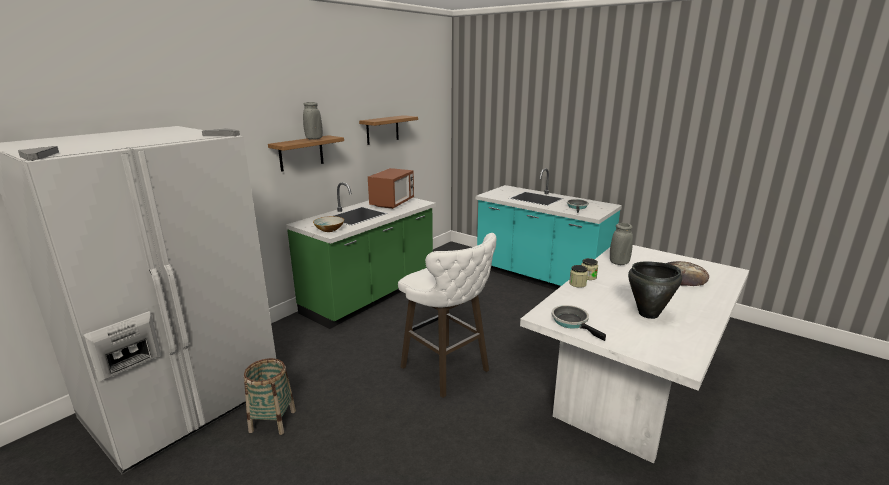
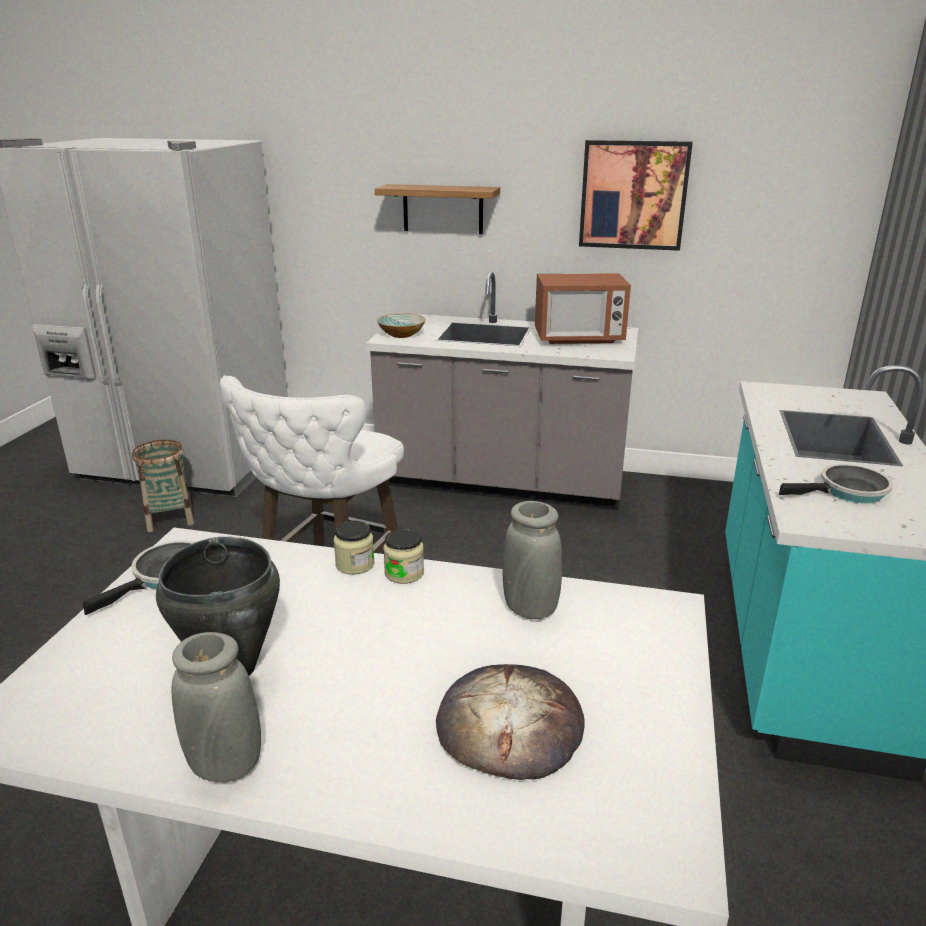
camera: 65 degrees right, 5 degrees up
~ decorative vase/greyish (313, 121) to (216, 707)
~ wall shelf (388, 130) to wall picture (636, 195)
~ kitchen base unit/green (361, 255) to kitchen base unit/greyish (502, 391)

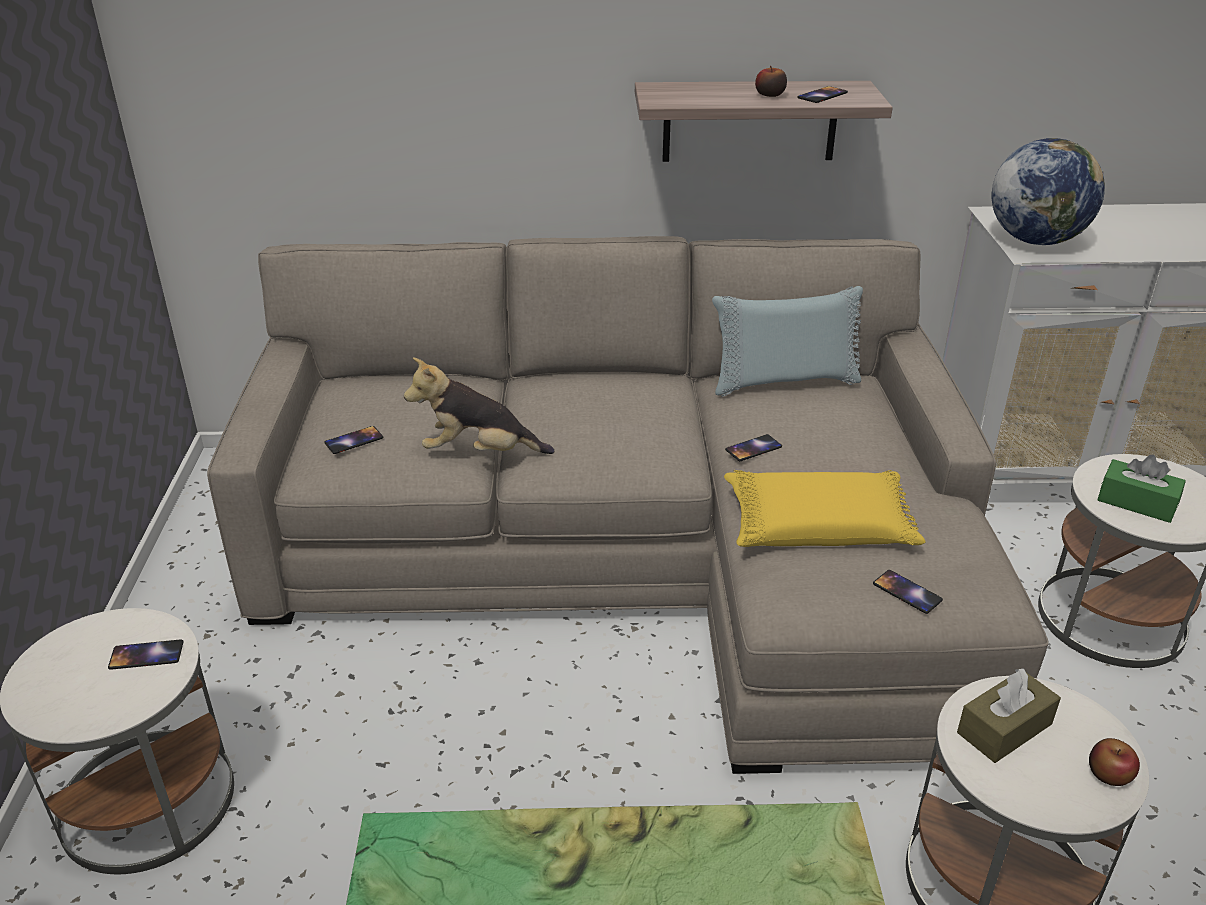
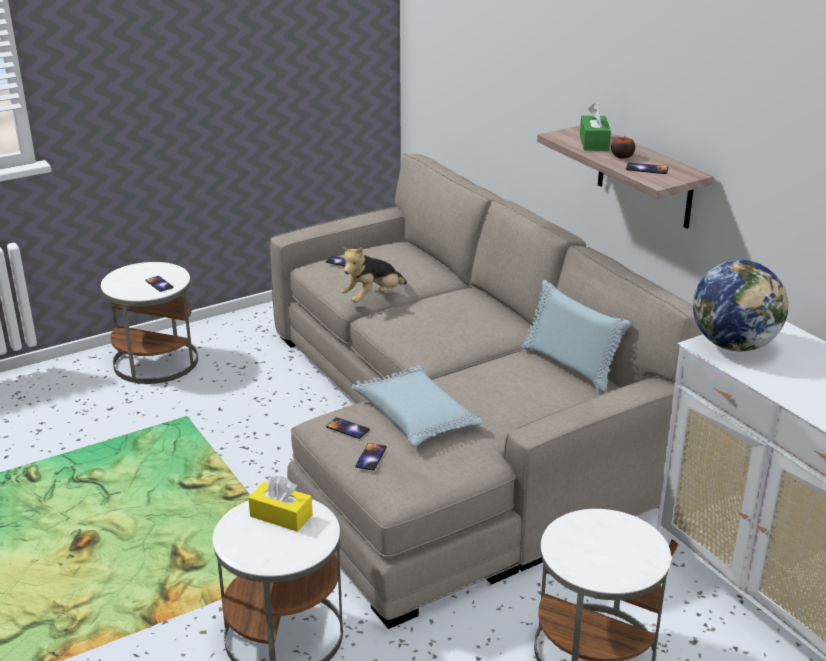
camera: 60 degrees right, 5 degrees down
- apple (1114, 762)
~ phone (753, 447) to (348, 428)
~ tissue box/green (1141, 489) to (595, 127)
~ cushion/yellowish (825, 508) to cushion/bluish (418, 406)
~ tissue box/brown (1009, 716) to tissue box/yellowish (280, 503)
~ soft toy (479, 405) = (374, 275) 105 degrees counterclockwise

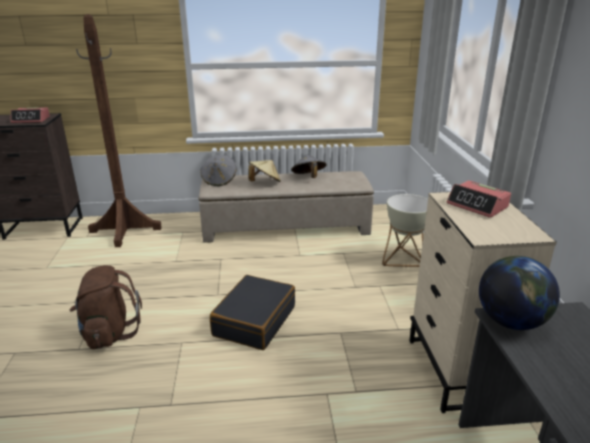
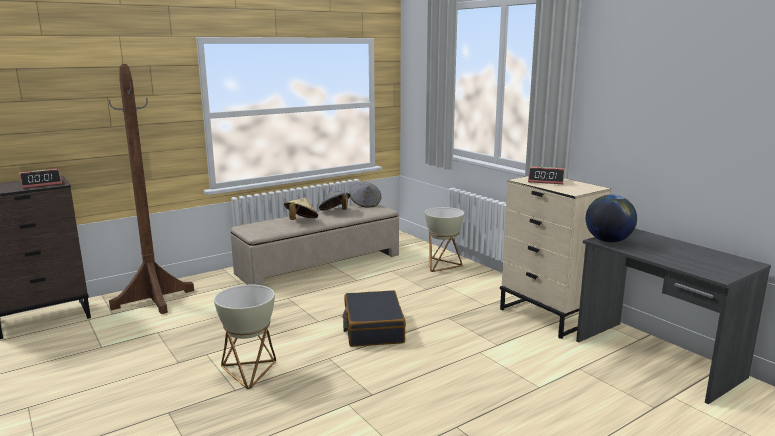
camera: 30 degrees left, 10 degrees down
~ hat/greyish (218, 170) to (365, 195)
~ rucksack/brown (106, 307) to plant pot (245, 337)

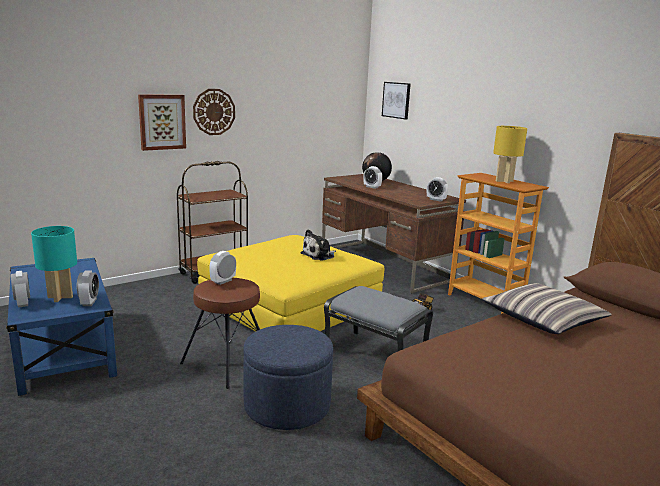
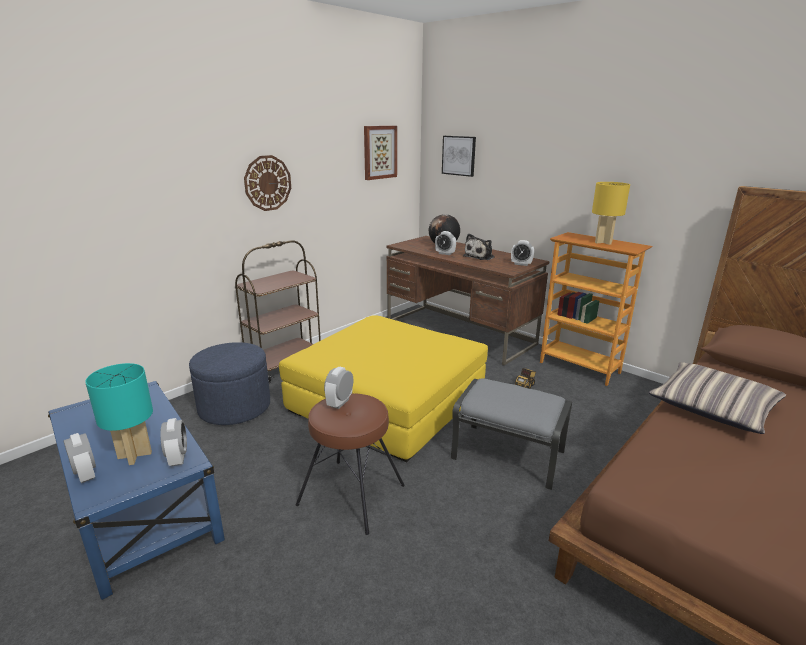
camera: 10 degrees left, 5 degrees up
~ wall picture (162, 122) to (380, 153)
~ pouffe/bluish (288, 377) to (229, 383)
~ soft toy (318, 245) to (479, 247)

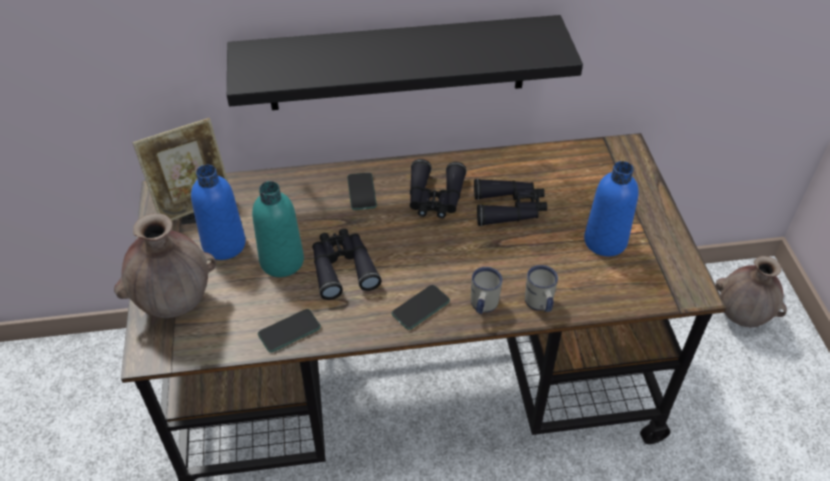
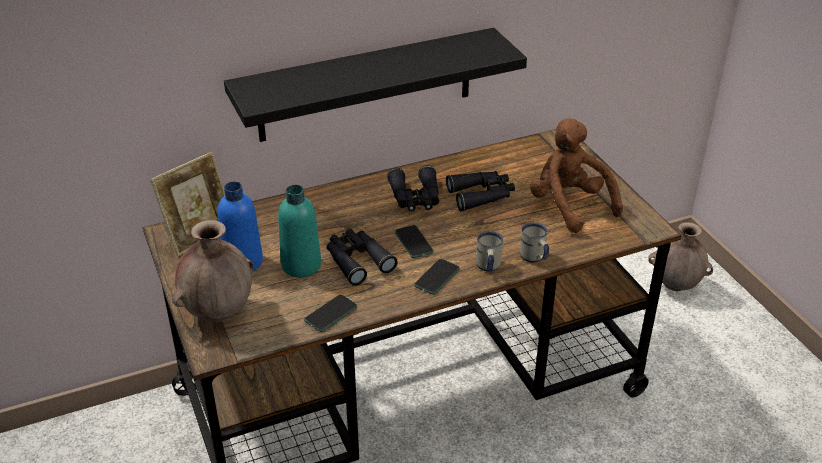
camera: 15 degrees left, 10 degrees down
~ phone (362, 191) to (414, 241)
~ bottle/bluish (611, 208) to soft toy/brown (576, 175)

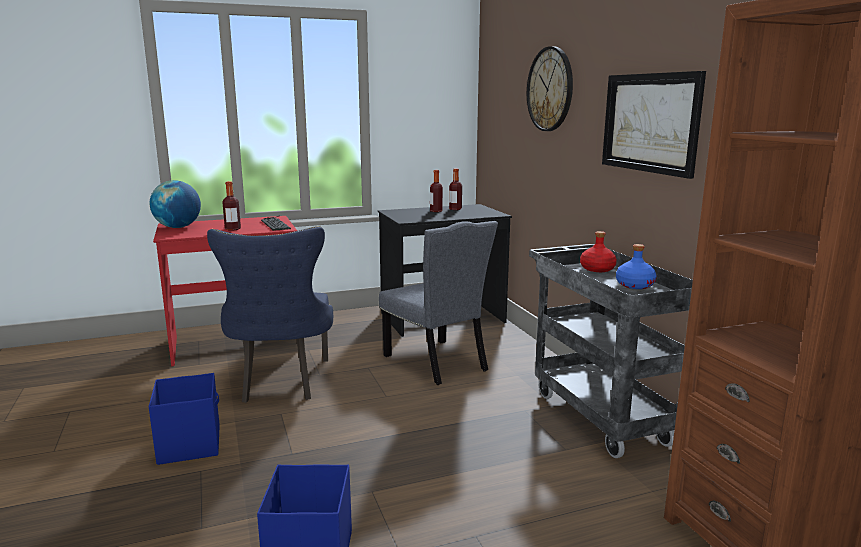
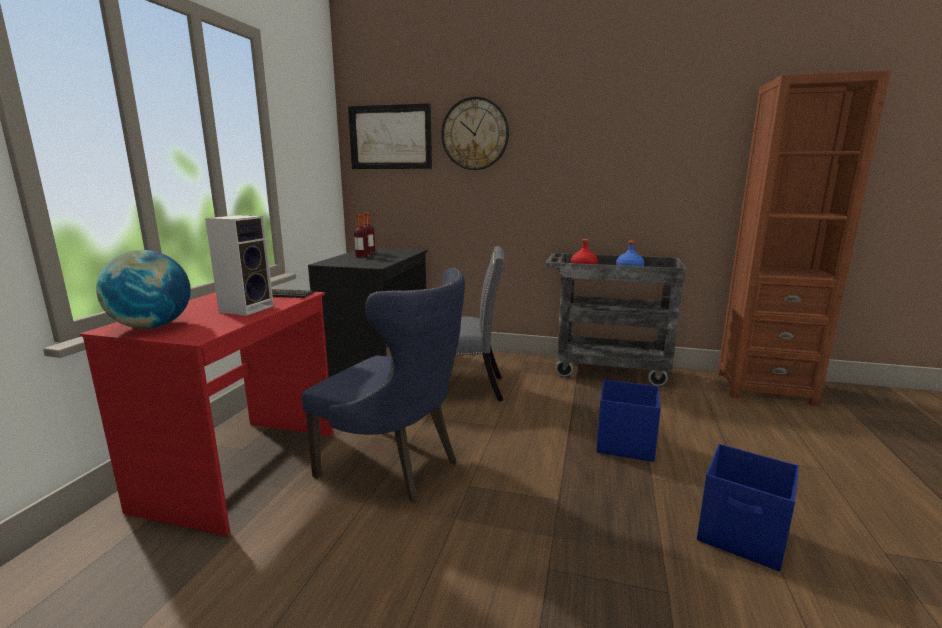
camera: 55 degrees left, 0 degrees up
~ storage bin/bluish (184, 419) to (628, 421)
~ wall picture (654, 125) to (390, 136)
~ bottle (231, 206) to speaker (239, 265)

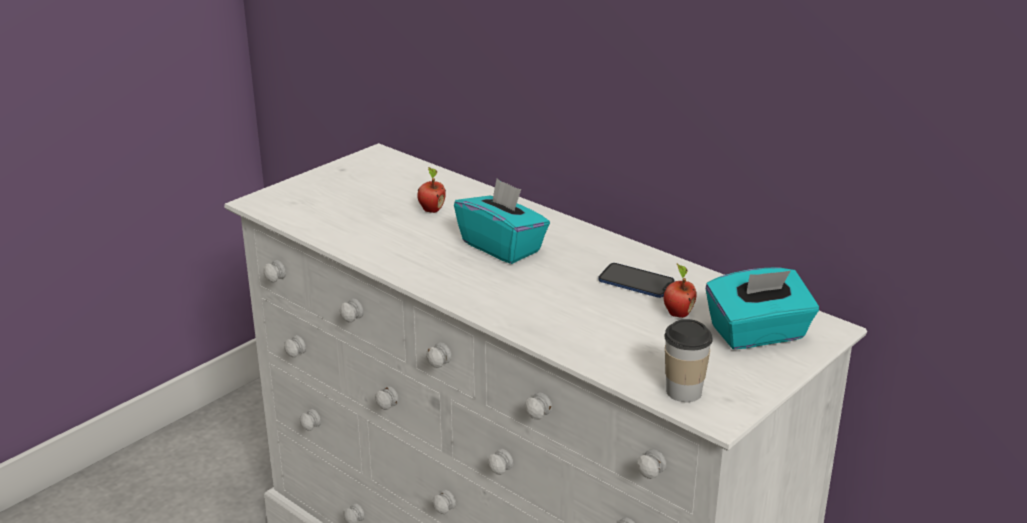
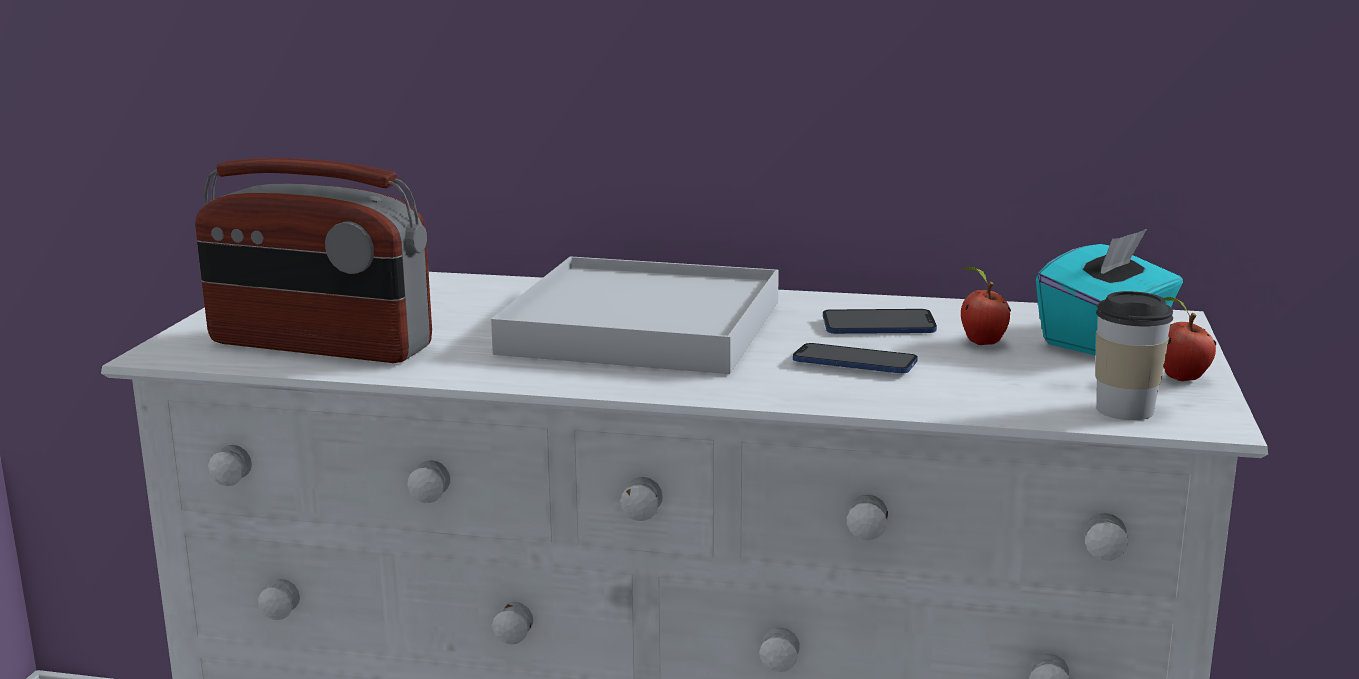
camera: 30 degrees left, 10 degrees down
+ radio receiver (313, 260)
+ phone (855, 358)
~ apple (431, 190) to (1190, 339)
~ tissue box/turquoise (502, 221) to tray/whitish (635, 315)

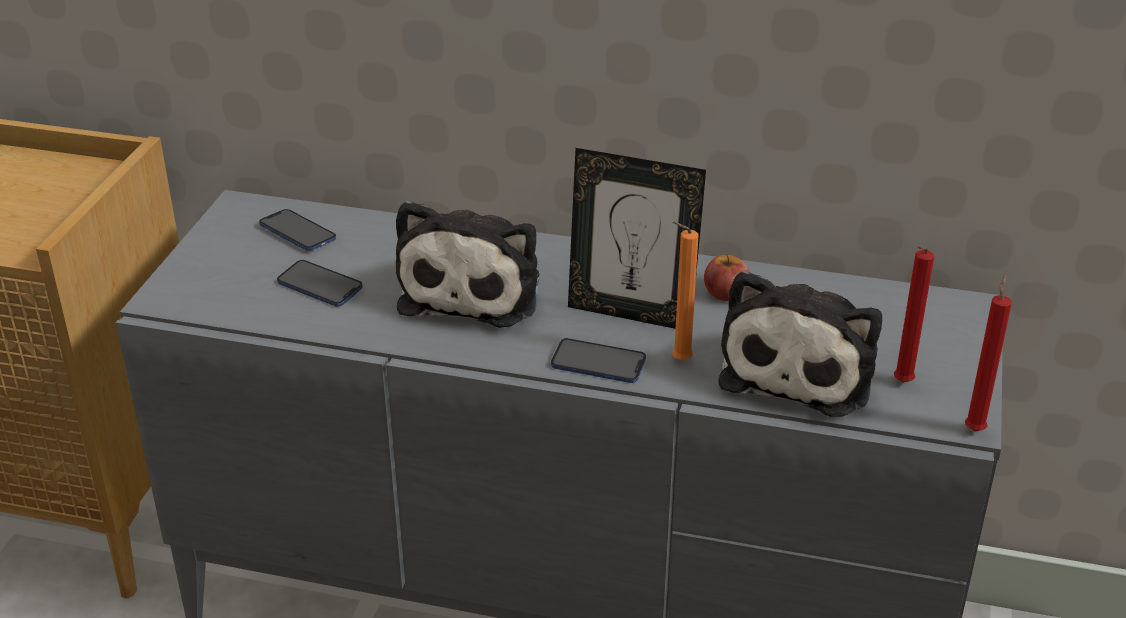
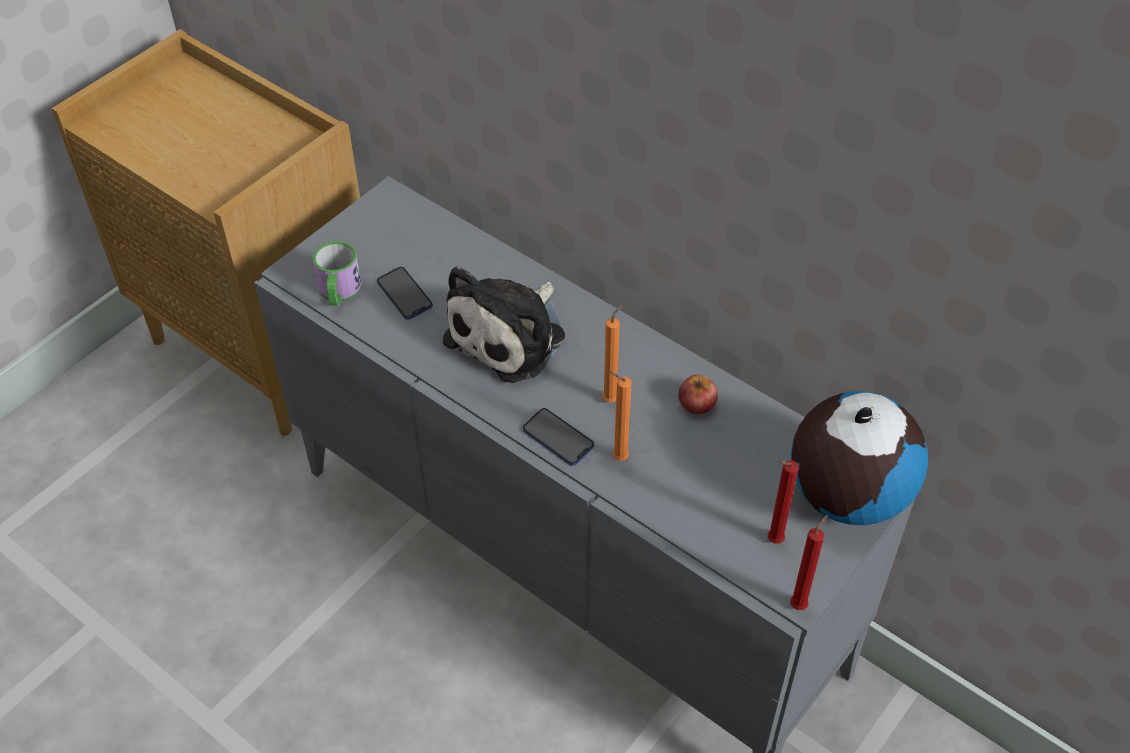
camera: 25 degrees right, 15 degrees up
- phone (297, 230)
- soft toy (800, 343)
+ tea mug (337, 273)
+ world globe (859, 458)
~ standing frame (637, 238) to wax candle/orange-coloured (612, 354)

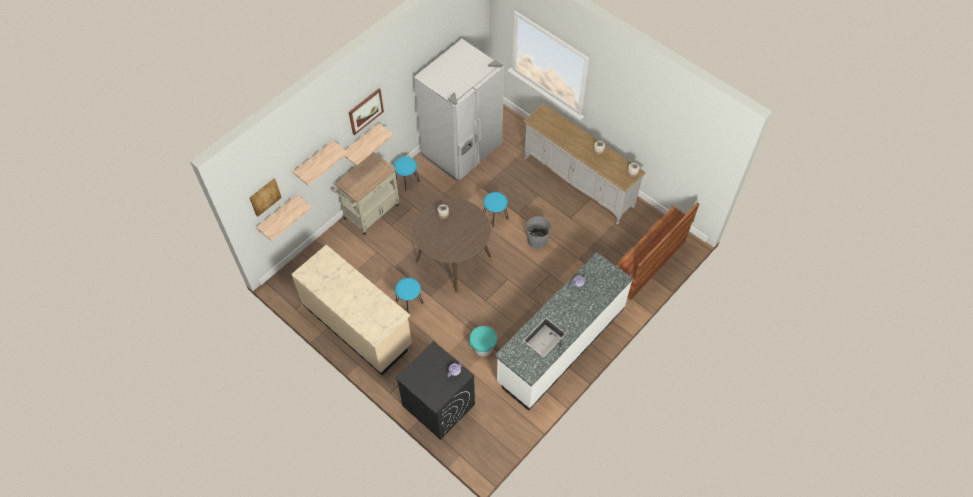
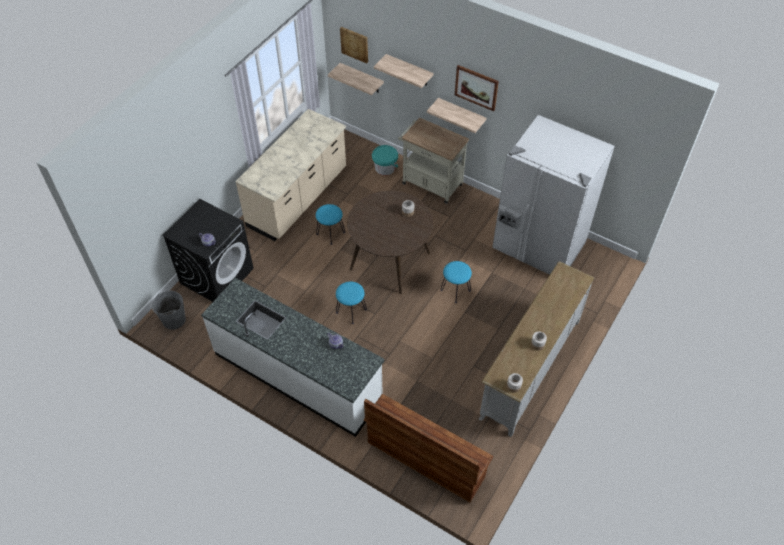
camera: 80 degrees right, 5 degrees down
~ stool/turquoise (406, 174) to (351, 302)
~ water bucket/turquoise (482, 341) to (385, 160)
~ water bucket/greyish (538, 232) to (169, 310)

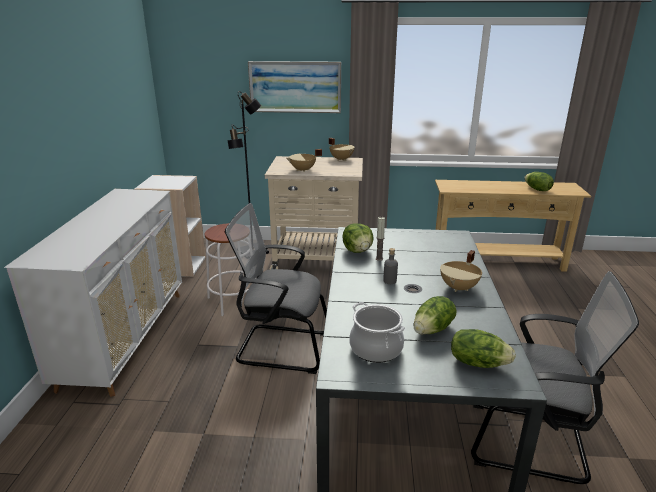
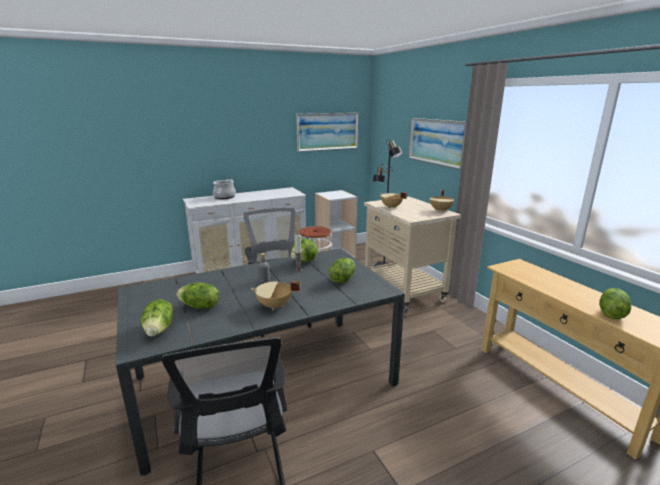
camera: 60 degrees right, 5 degrees down
+ wall picture (327, 132)
+ head of lettuce (342, 270)
~ saucepot (377, 332) to (224, 189)

